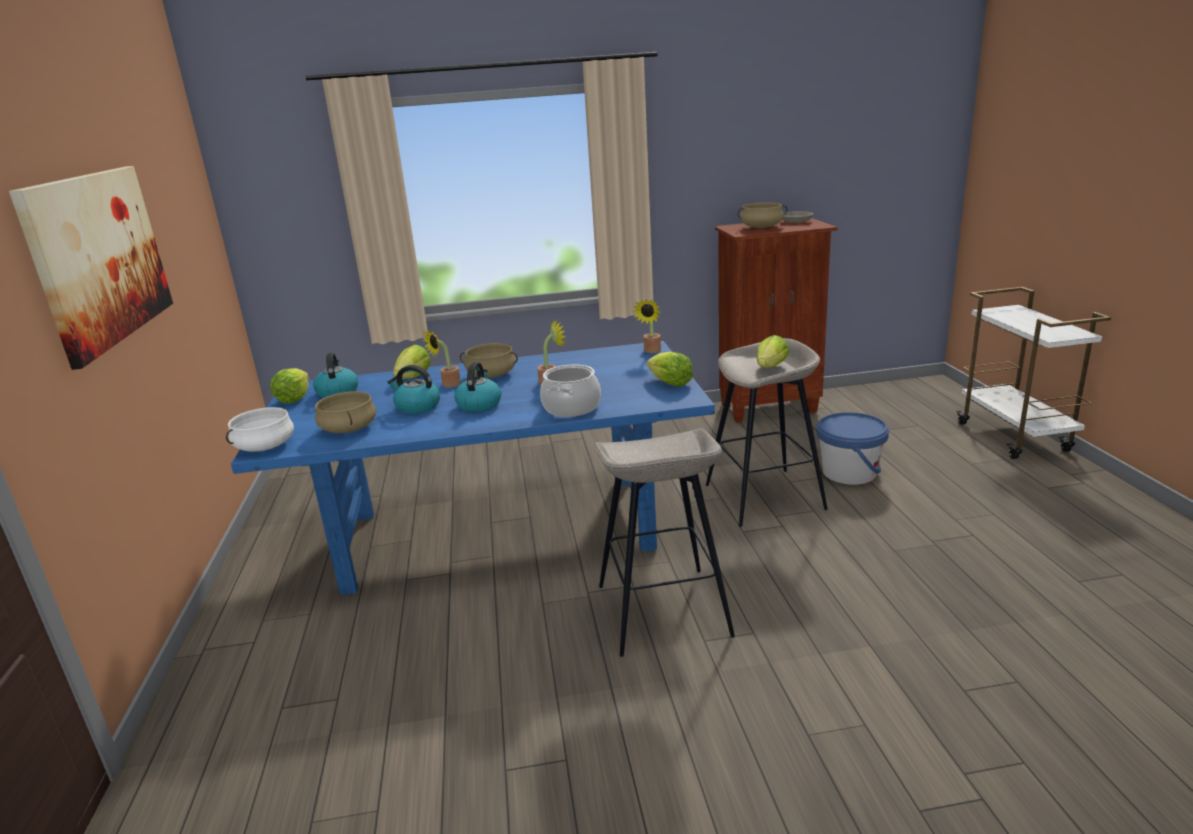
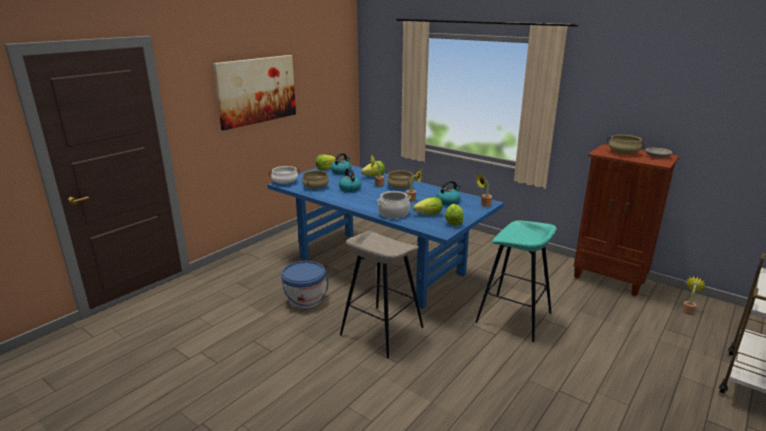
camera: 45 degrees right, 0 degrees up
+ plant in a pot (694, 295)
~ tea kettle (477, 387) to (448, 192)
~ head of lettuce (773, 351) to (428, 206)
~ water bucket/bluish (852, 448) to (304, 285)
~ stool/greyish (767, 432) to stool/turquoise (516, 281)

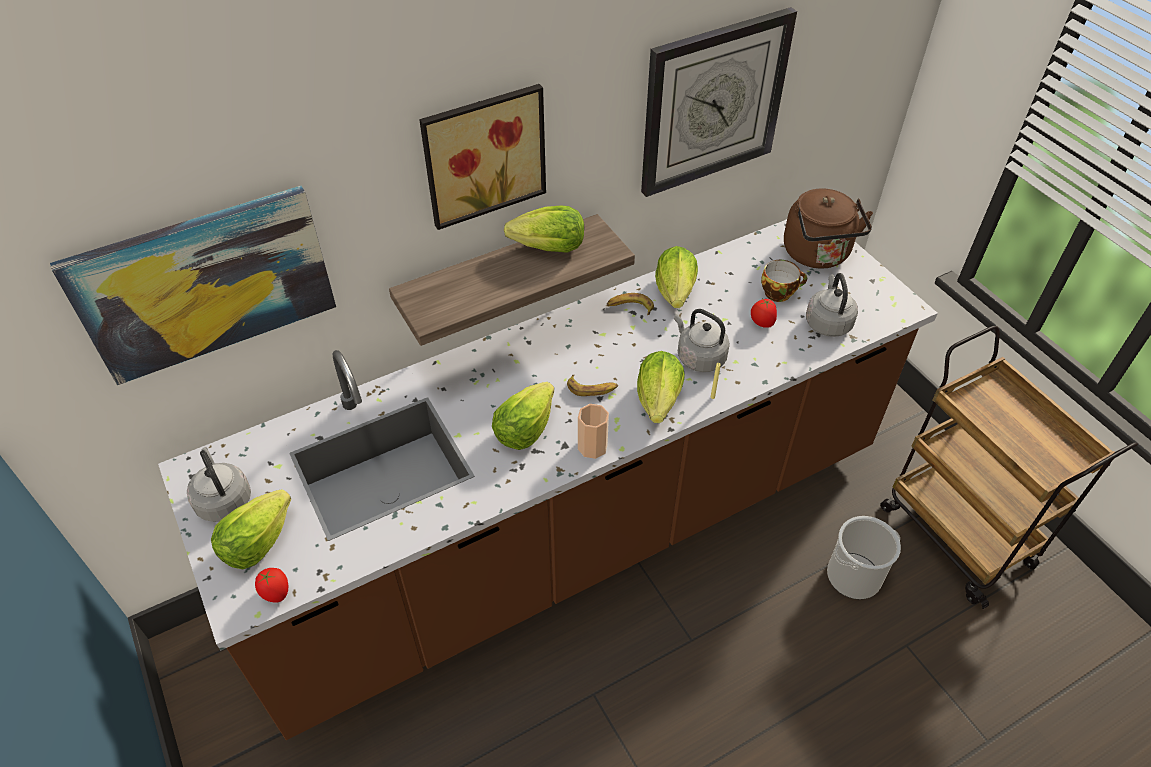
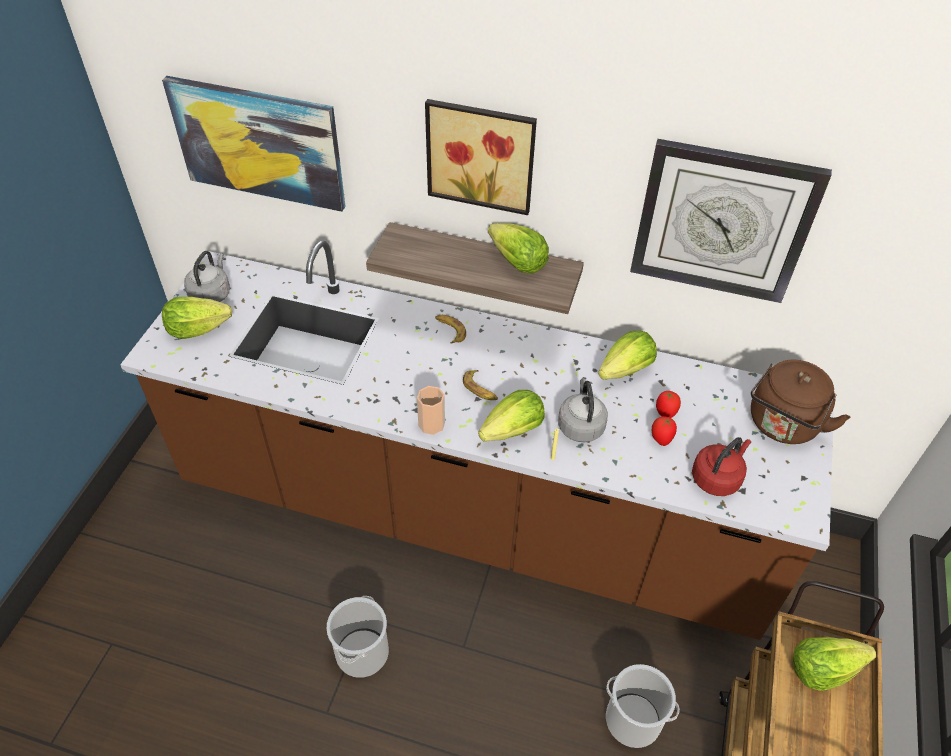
camera: 45 degrees right, 0 degrees up
- drinking cup (784, 281)
+ water bucket (358, 637)
~ tomato (271, 585) to (668, 404)
~ head of lettuce (523, 416) to (834, 664)
~ whole banana (630, 304) to (450, 329)
~ tea kettle/greyish (832, 305) to tea kettle/red-coloured (721, 466)

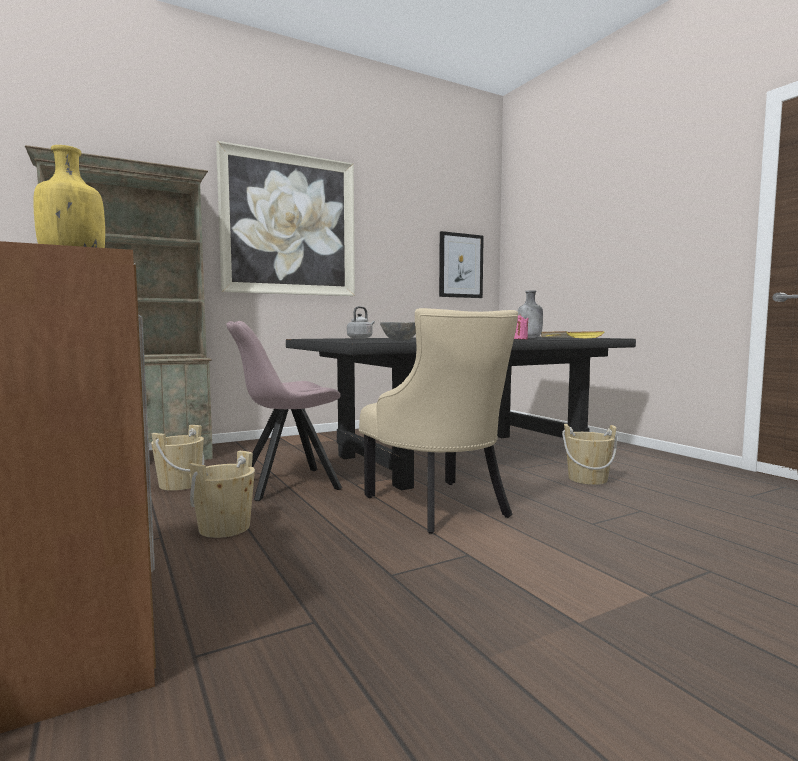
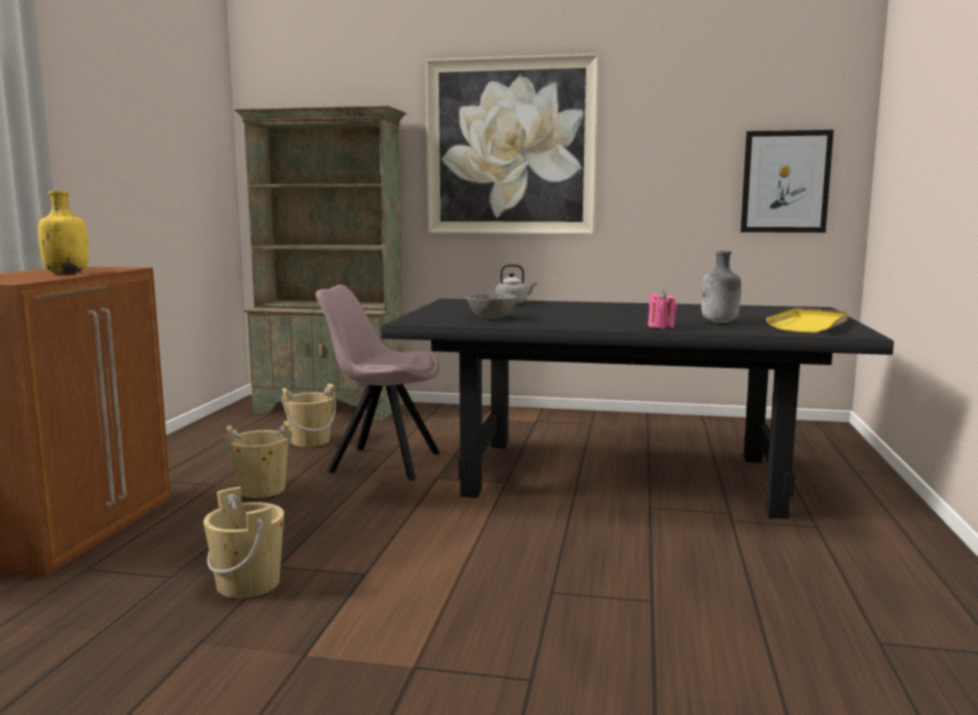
camera: 40 degrees right, 5 degrees up
- plain chair/beige-coloured (438, 421)
~ water bucket/beige-coloured (589, 454) to (243, 542)

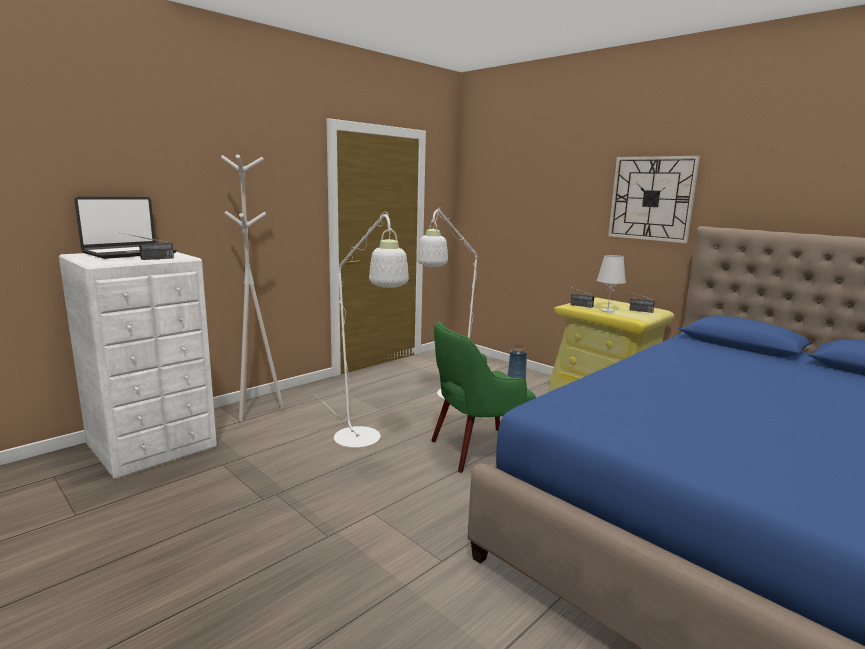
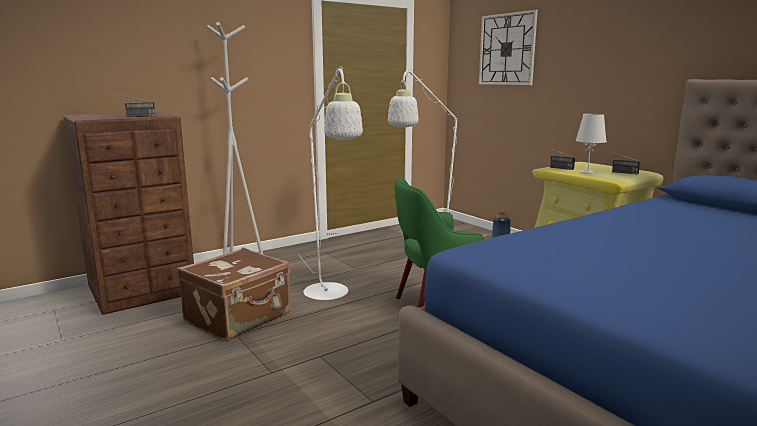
camera: 10 degrees right, 0 degrees up
- laptop (125, 228)
+ travel case/brown (234, 294)
~ wall clock (654, 199) to (508, 47)
~ chest of drawers/whitish (138, 365) to chest of drawers/brown (128, 213)

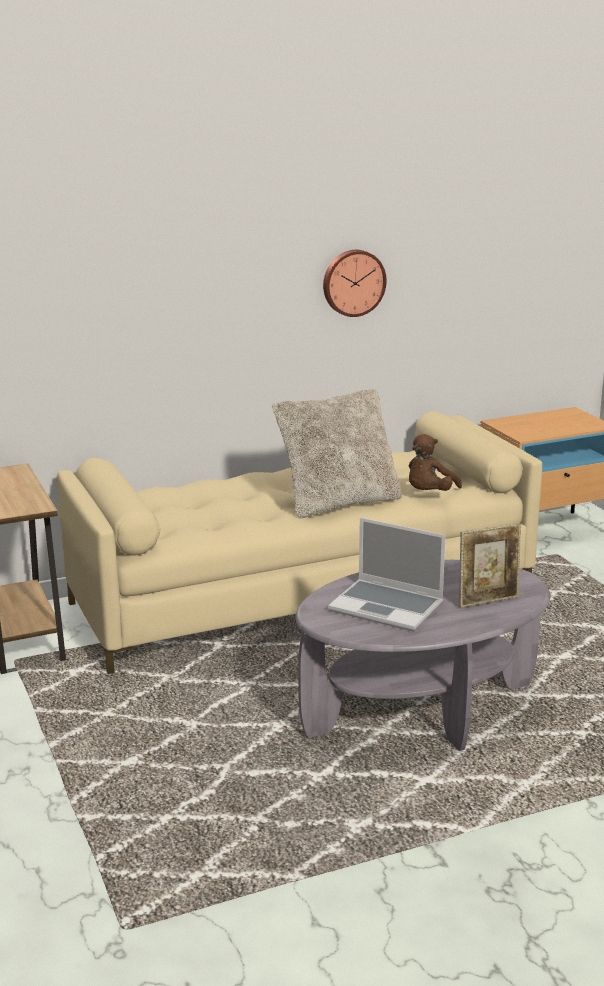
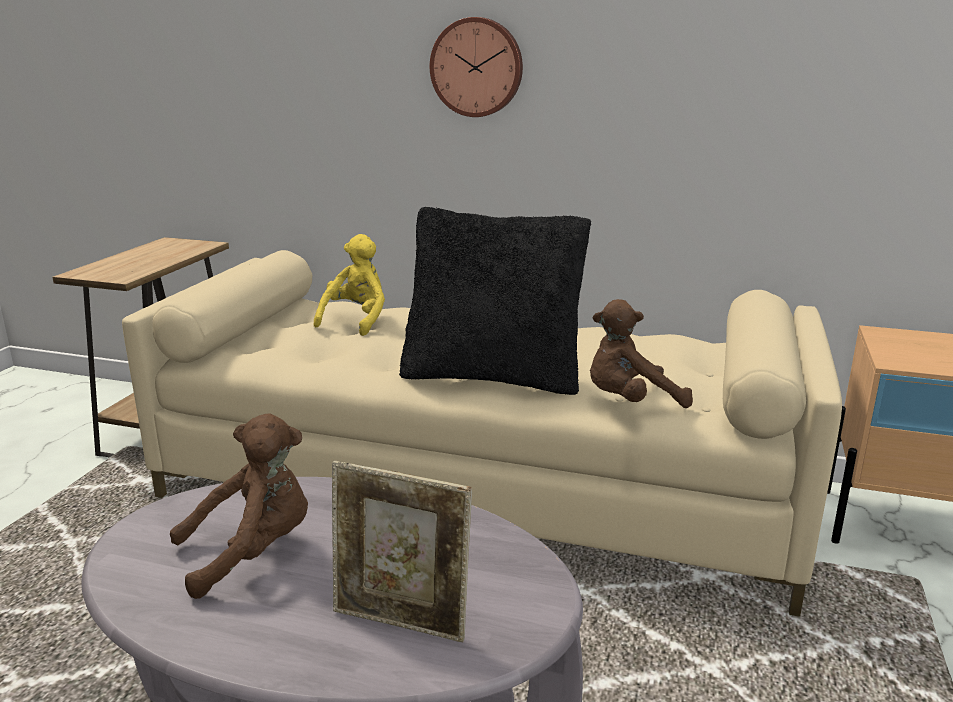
camera: 40 degrees right, 0 degrees up
+ soft toy/yellowish (349, 285)
~ wall clock (355, 283) to (476, 67)
~ laptop (386, 574) to soft toy/brown (239, 506)
~ cushion/beige-coloured (337, 453) to cushion/blackish (495, 301)

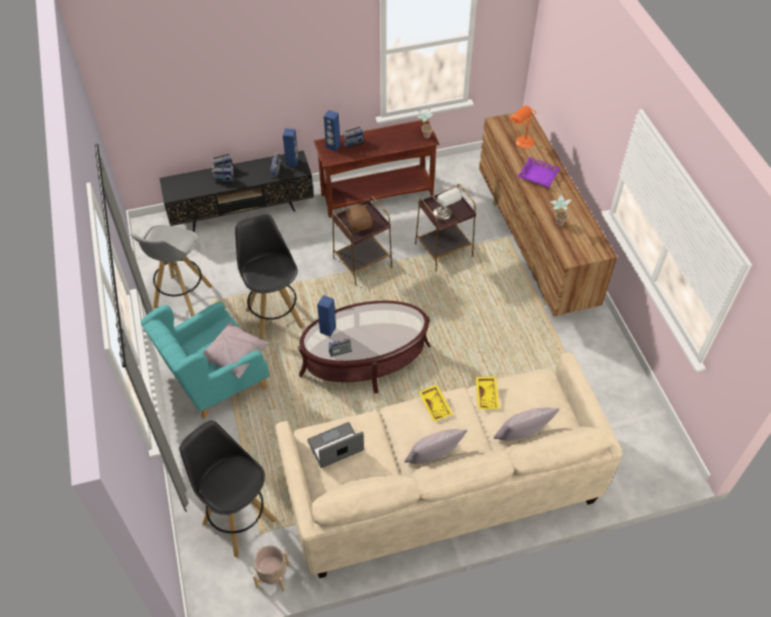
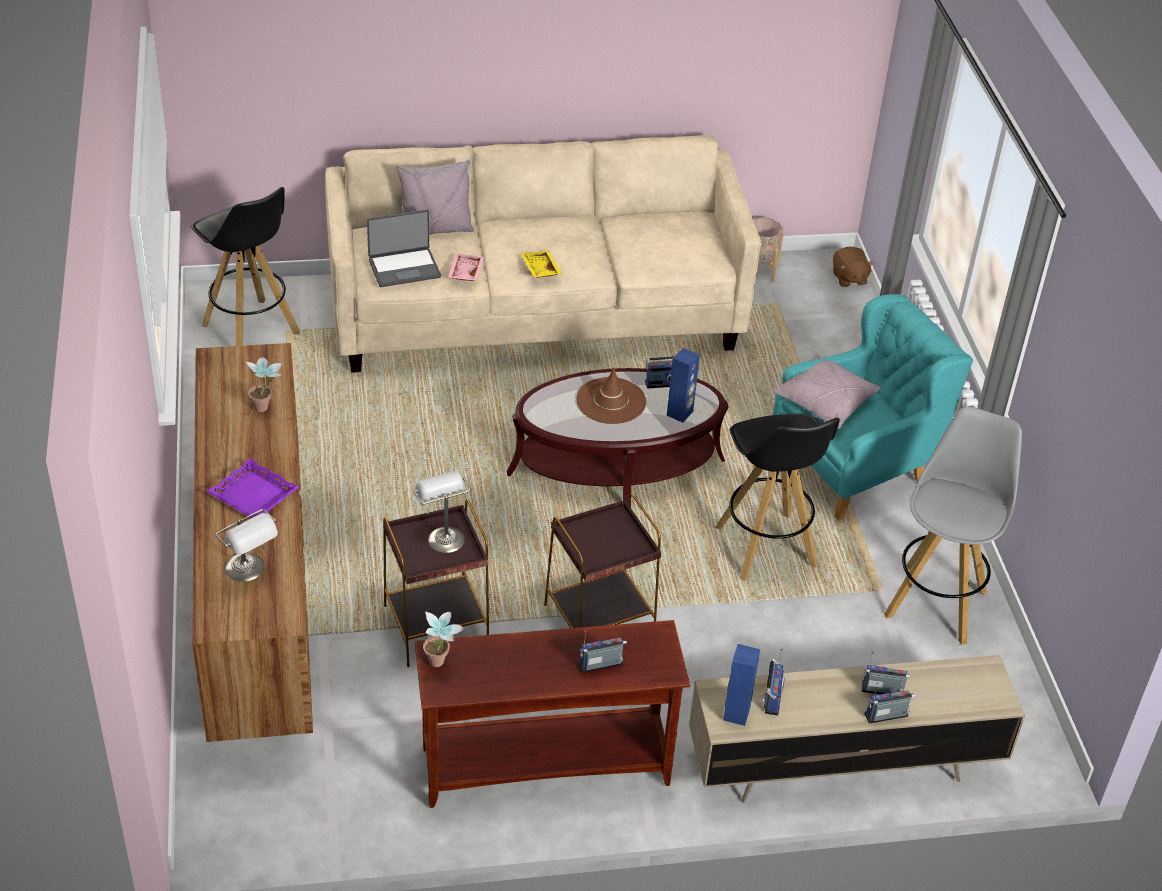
camera: 175 degrees left, 10 degrees down
- speaker/bluish (332, 130)
- cushion/purple-coloured (435, 446)
+ hat/brown (611, 395)
~ stool/blackish (228, 489) to (245, 266)
~ laptop (335, 445) to (404, 248)
~ soft toy/brown (358, 218) to (853, 267)
~ tv unit/blackish (236, 191) to tv unit/beige-coloured (857, 729)
~ tray/yellowish (487, 393) to tray/pinkish (466, 267)
~ table lamp/orange-coloured (523, 127) to table lamp/whitish (246, 545)

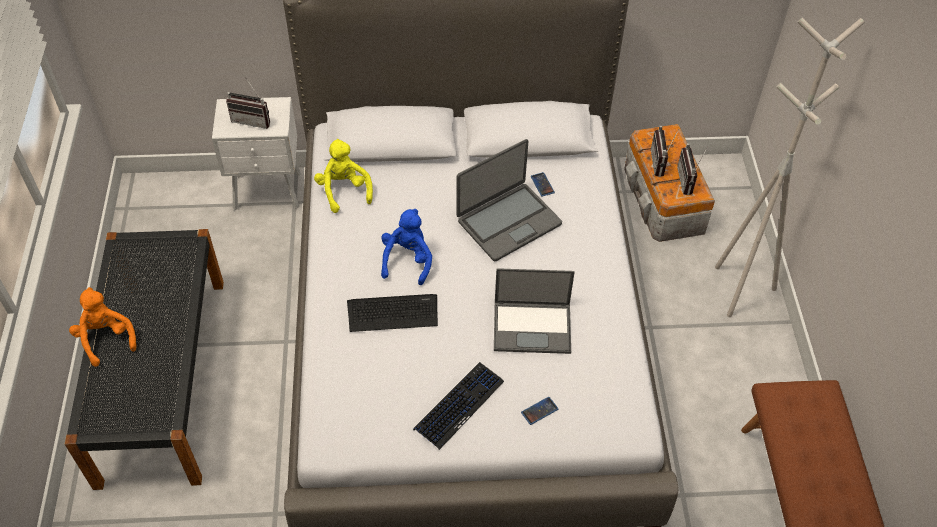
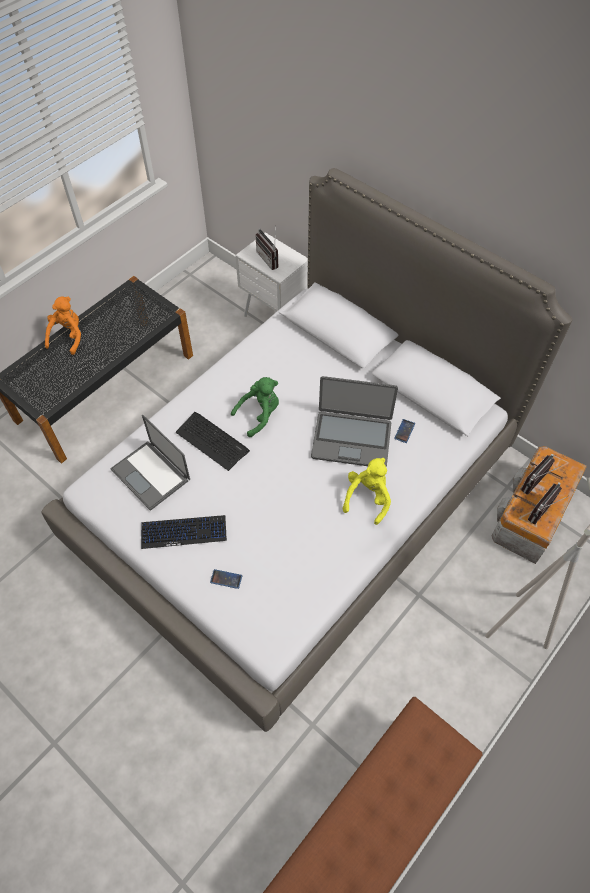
camera: 45 degrees right, 5 degrees up
~ soft toy/yellowish (343, 176) to (367, 491)
~ laptop (534, 311) to (150, 462)
~ soft toy/bluish (406, 247) to soft toy/green (255, 407)

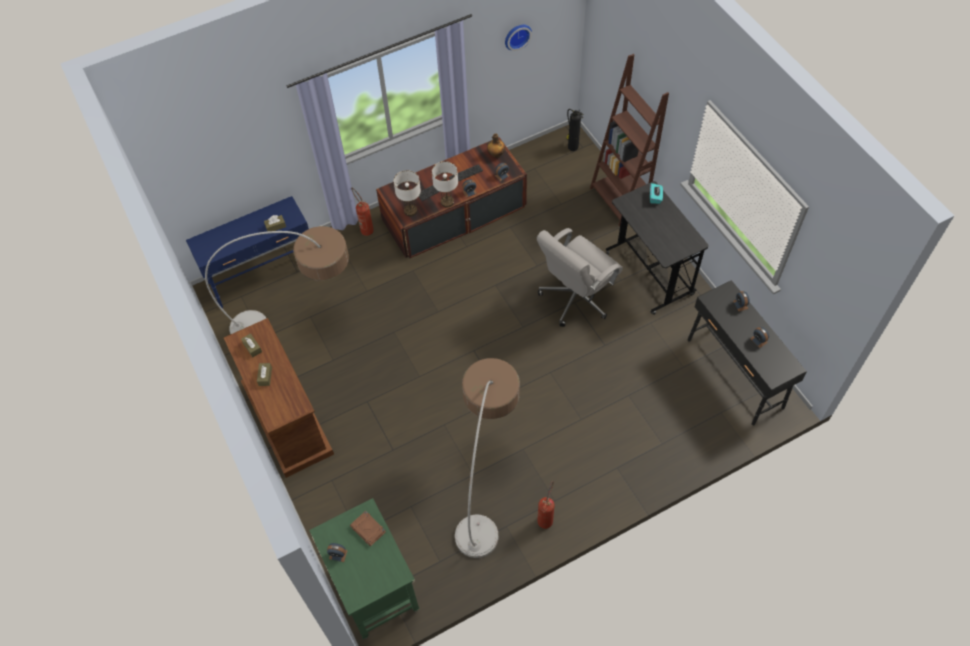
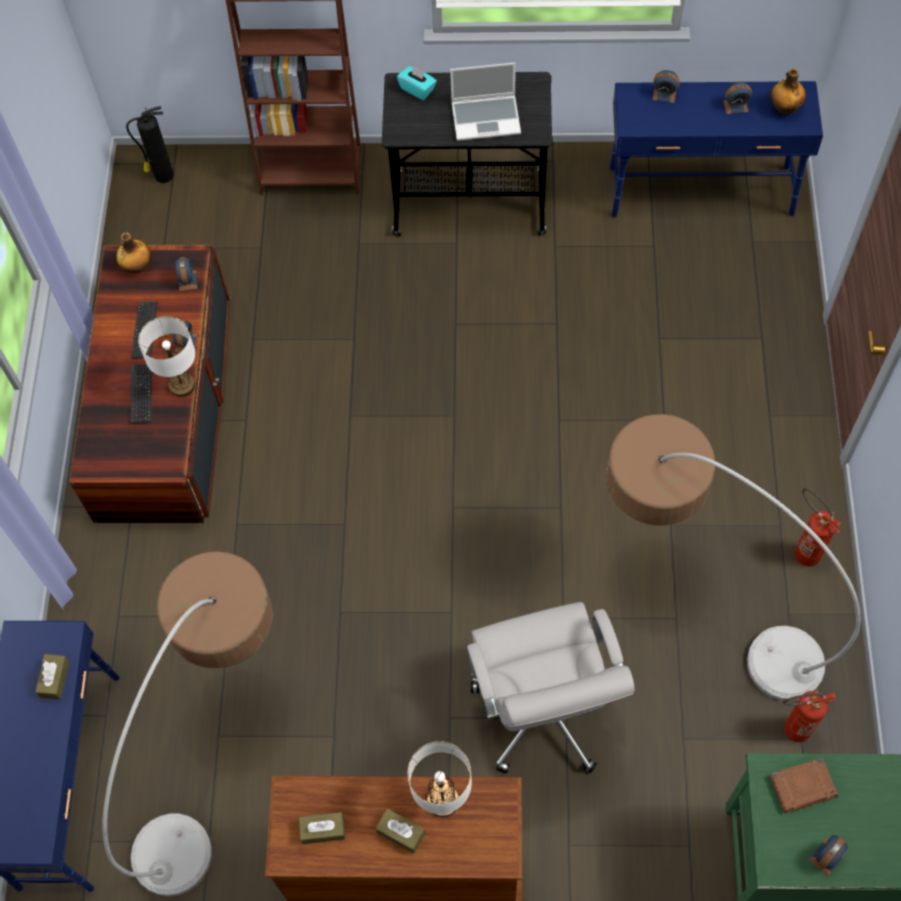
camera: 60 degrees left, 5 degrees up
- wall clock (518, 38)
+ laptop (485, 102)
+ bottle (788, 91)
~ fire-fighting cylinder (362, 212) to (809, 715)
~ table lamp (407, 193) to (440, 779)
~ office chair/greyish (580, 277) to (551, 687)
~ hall table/blackish (747, 352) to hall table/bluish (716, 149)

